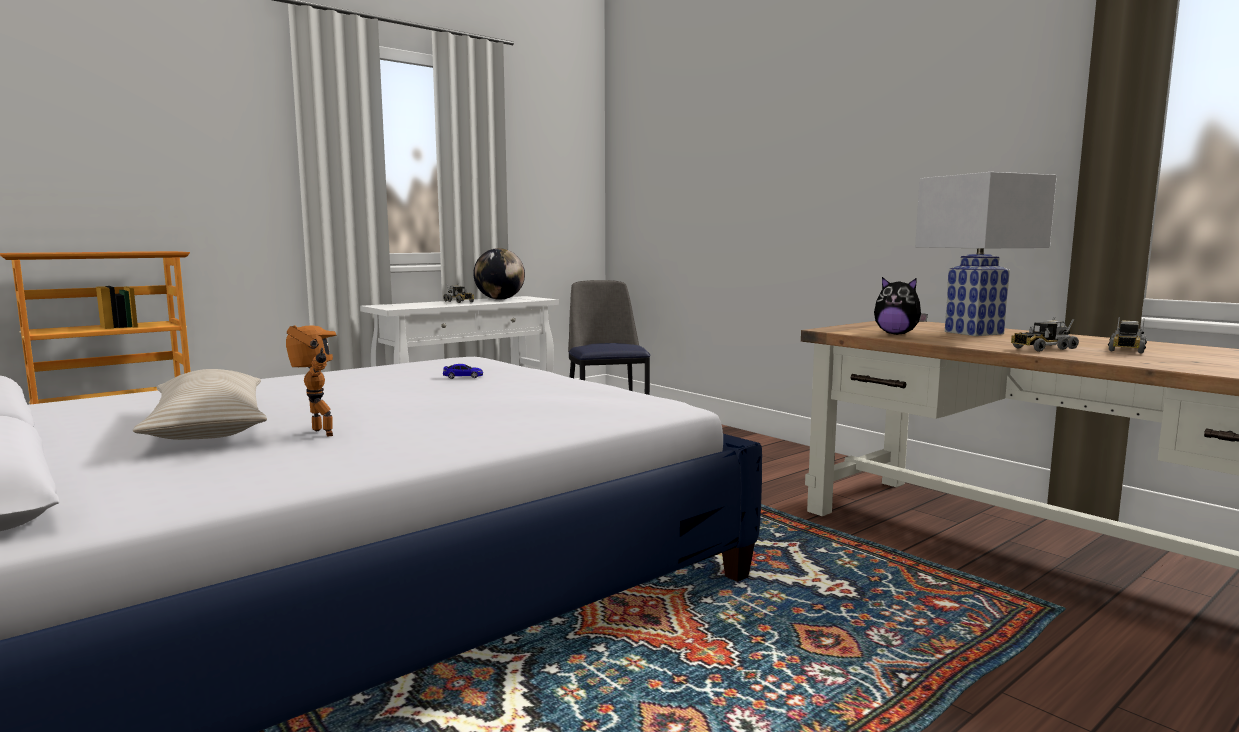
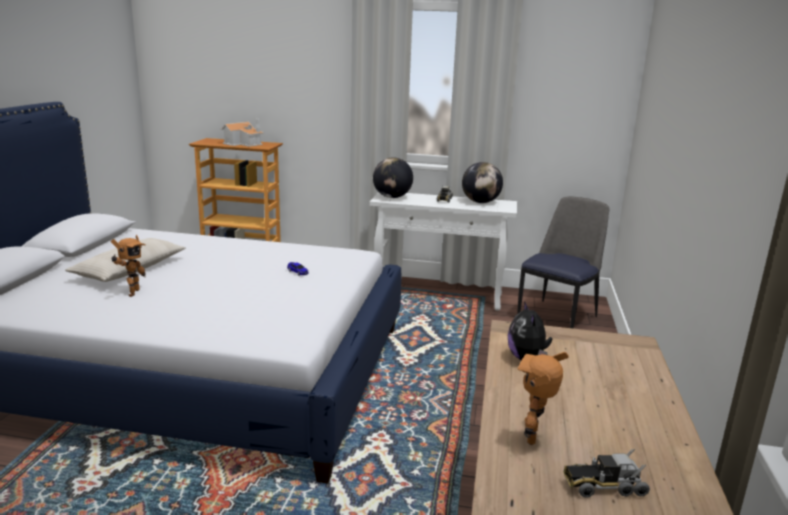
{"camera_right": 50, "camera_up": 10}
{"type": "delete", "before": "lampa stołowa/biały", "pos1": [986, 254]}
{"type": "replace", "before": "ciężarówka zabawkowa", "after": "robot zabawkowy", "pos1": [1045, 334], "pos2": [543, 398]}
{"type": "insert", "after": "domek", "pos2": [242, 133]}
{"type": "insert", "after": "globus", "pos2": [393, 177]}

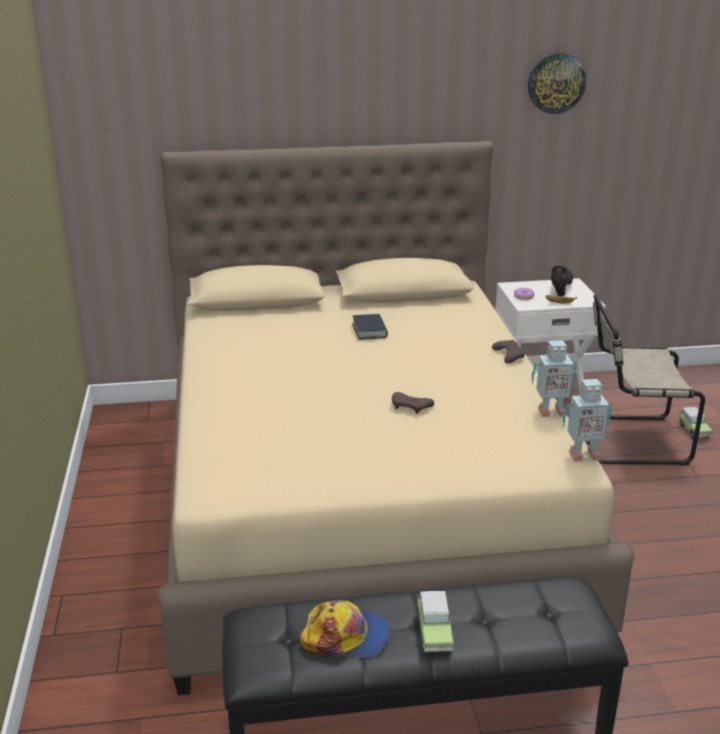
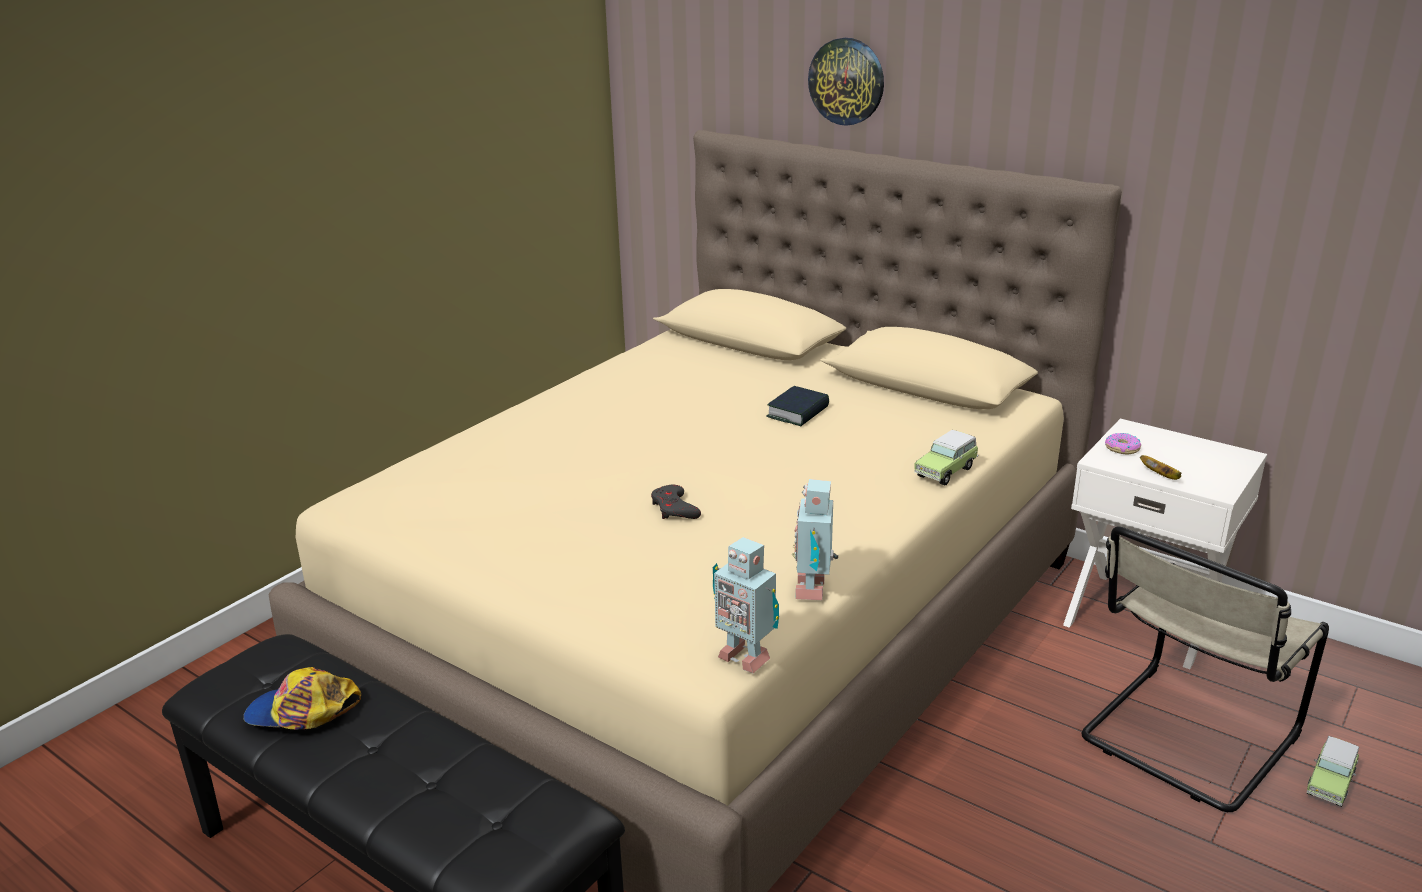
{"camera_right": 45, "camera_up": 0}
{"type": "move", "before": "zegar ścienny", "pos1": [557, 83], "pos2": [846, 82]}
{"type": "delete", "before": "but/czarny", "pos1": [562, 281]}
{"type": "rotate", "before": "krzesło/beżowy", "pos1": [646, 380], "pos2": [1205, 669], "turn": -90}
{"type": "delete", "before": "pad do gier/szary", "pos1": [508, 351]}
{"type": "rotate", "before": "robot zabawkowy", "pos1": [554, 378], "pos2": [815, 539], "turn": 60}
{"type": "move", "before": "samochodzik", "pos1": [435, 621], "pos2": [946, 458]}
{"type": "rotate", "before": "czapka z daszkiem", "pos1": [344, 629], "pos2": [302, 698], "turn": 135}

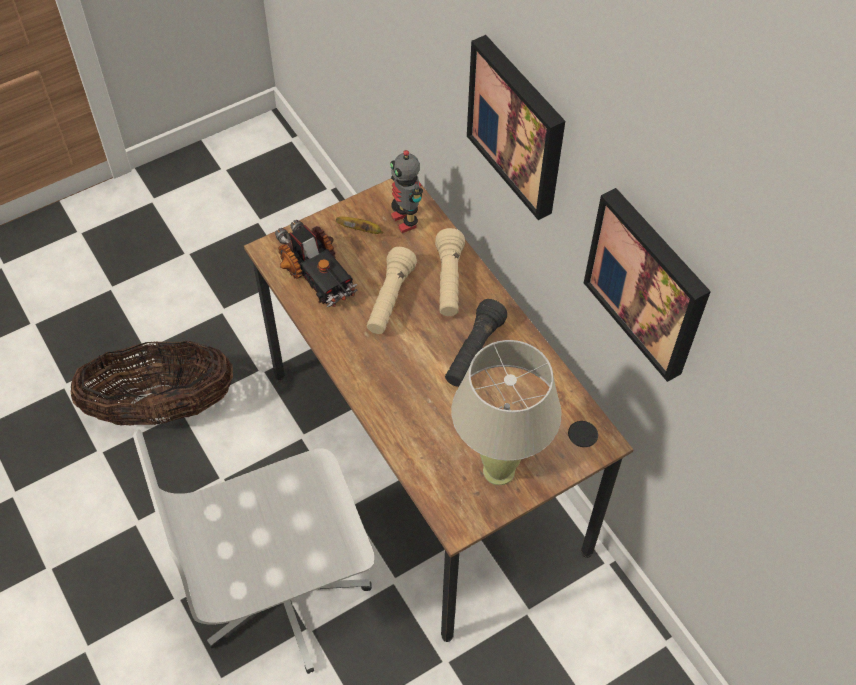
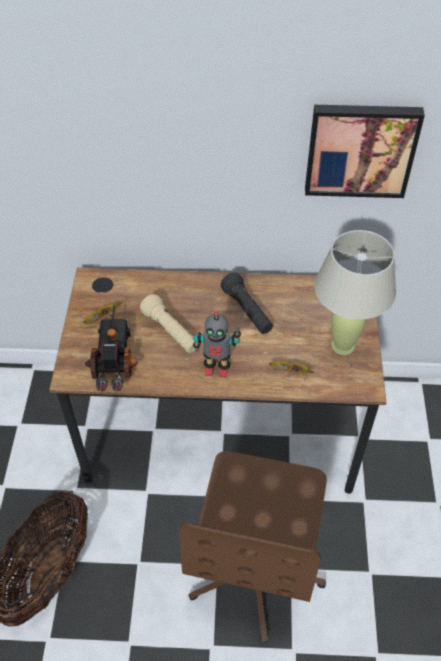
{"camera_right": -55, "camera_up": -5}
{"type": "delete", "before": "obraz", "pos1": [516, 127]}
{"type": "move", "before": "robot zabawkowy", "pos1": [406, 191], "pos2": [217, 345]}
{"type": "rotate", "before": "ciężarówka zabawkowa", "pos1": [316, 263], "pos2": [111, 348], "turn": -90}
{"type": "delete", "before": "latarka/beżowy", "pos1": [450, 272]}
{"type": "recolor", "before": "krzesło biurowe/biały", "after": "krzesło biurowe/brązowy", "pos1": [253, 551], "pos2": [253, 547]}
{"type": "insert", "after": "banan", "pos2": [292, 367]}

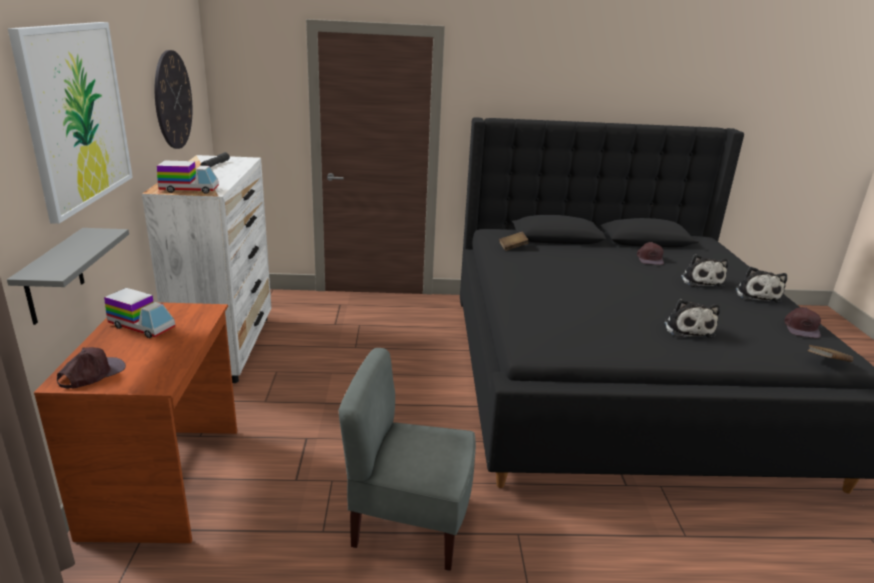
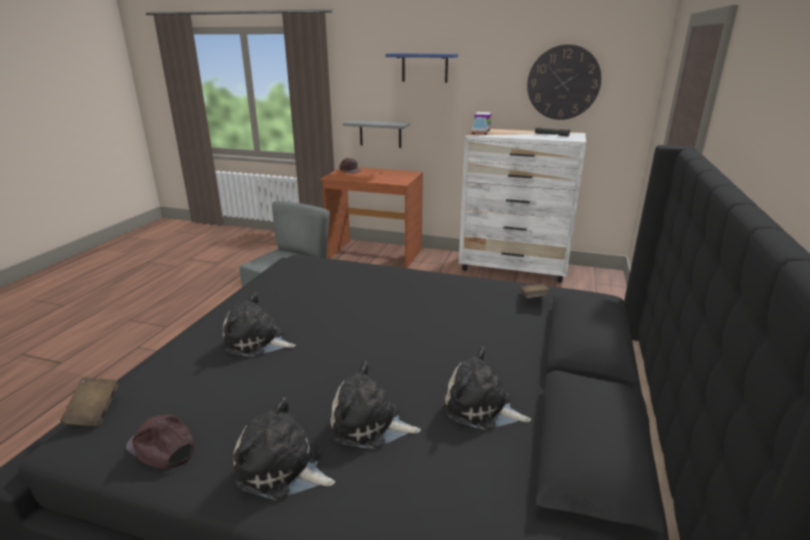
{"camera_right": 110, "camera_up": 0}
{"type": "replace", "before": "obraz", "after": "półka/niebieski", "pos1": [70, 123], "pos2": [422, 68]}
{"type": "replace", "before": "czapka z daszkiem/brązowy", "after": "pluszak", "pos1": [650, 253], "pos2": [486, 388]}
{"type": "delete", "before": "ciężarówka zabawkowa", "pos1": [140, 313]}

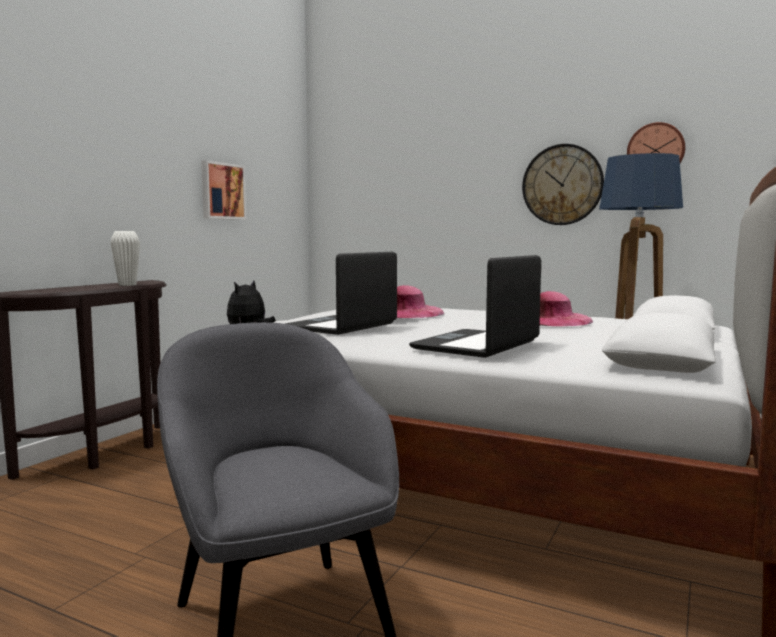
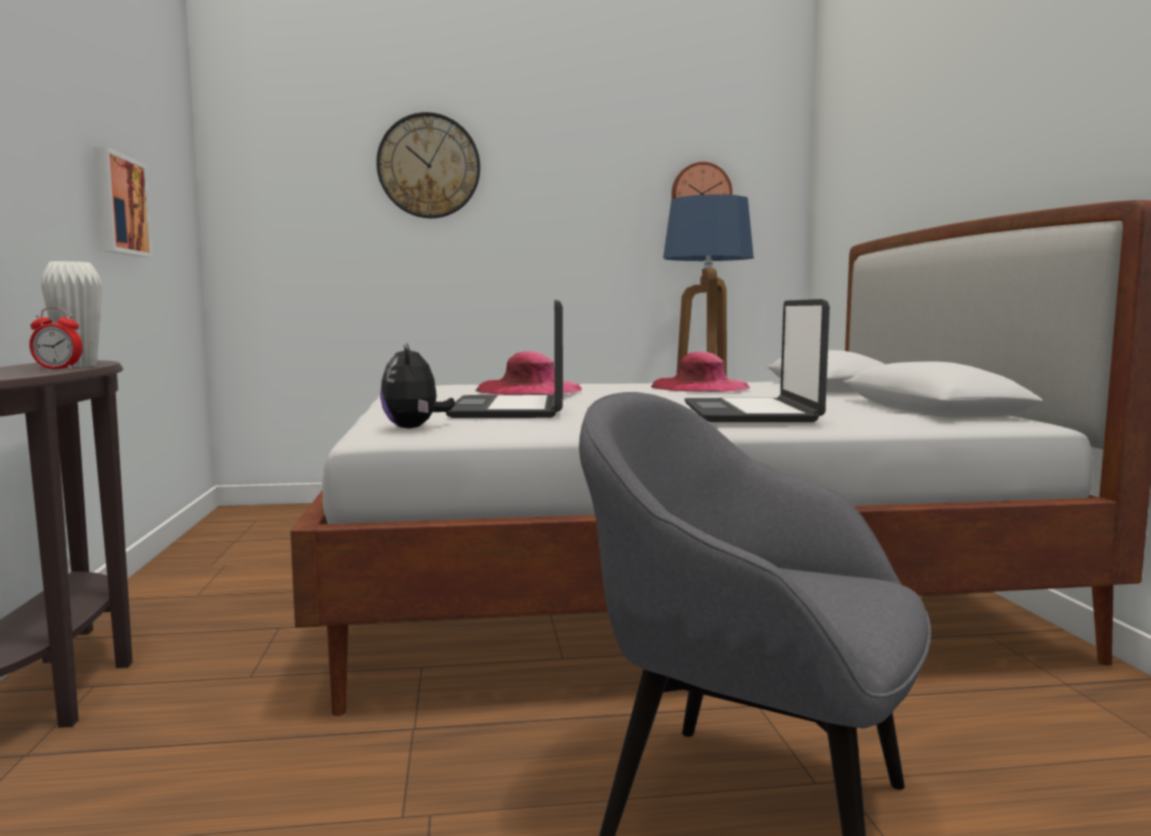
{"camera_right": -35, "camera_up": 0}
{"type": "move", "before": "zegar ścienny", "pos1": [563, 184], "pos2": [428, 165]}
{"type": "insert", "after": "budzik", "pos2": [56, 338]}

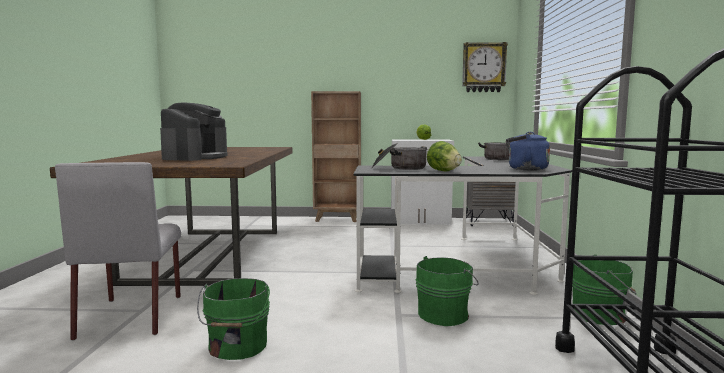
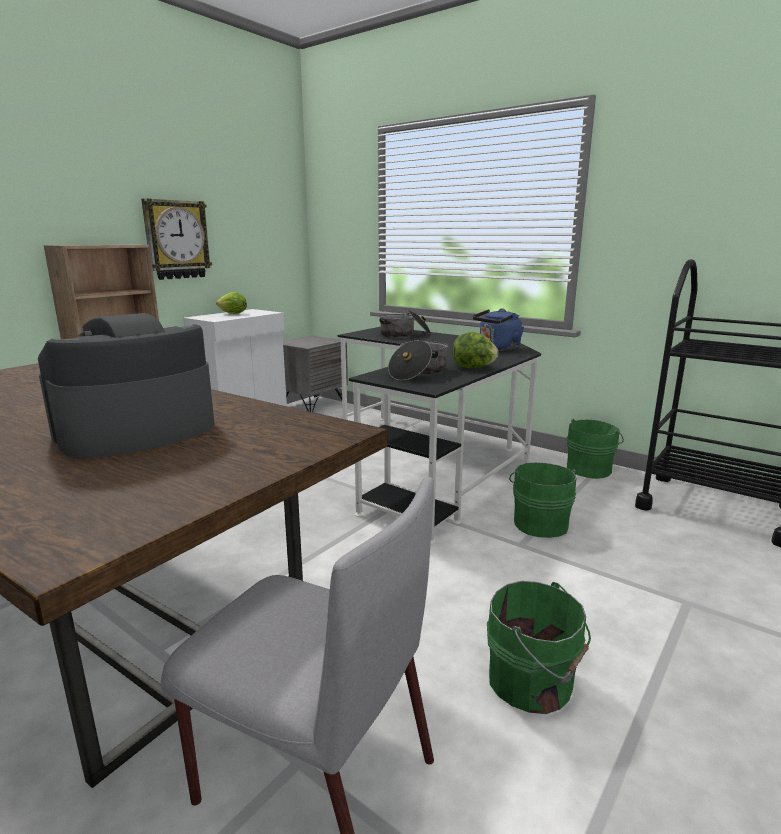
{"camera_right": -55, "camera_up": 10}
{"type": "move", "before": "zegar ścienny", "pos1": [485, 67], "pos2": [176, 239]}
{"type": "rotate", "before": "ekspres do kawy", "pos1": [194, 131], "pos2": [126, 385], "turn": -90}

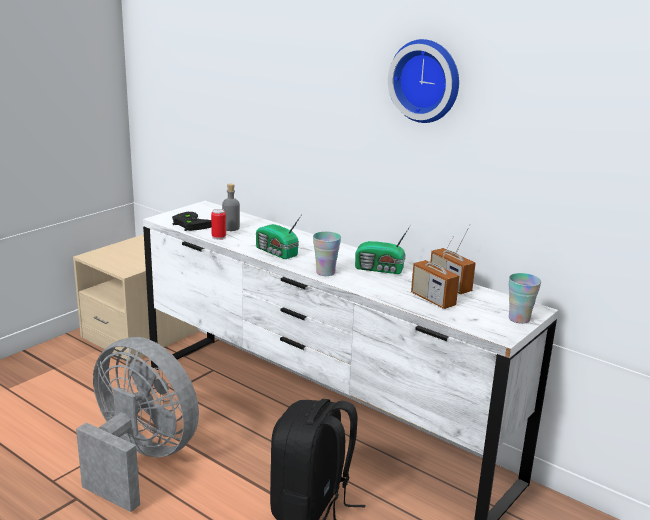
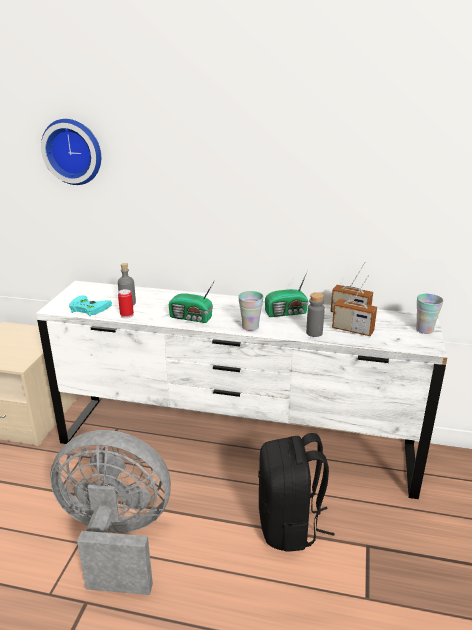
{"camera_right": -25, "camera_up": 5}
{"type": "move", "before": "zegar ścienny", "pos1": [423, 81], "pos2": [71, 152]}
{"type": "recolor", "before": "pad do gier/czarny", "after": "pad do gier/turkusowy", "pos1": [191, 221], "pos2": [90, 305]}
{"type": "insert", "after": "butelka/szary", "pos2": [315, 314]}

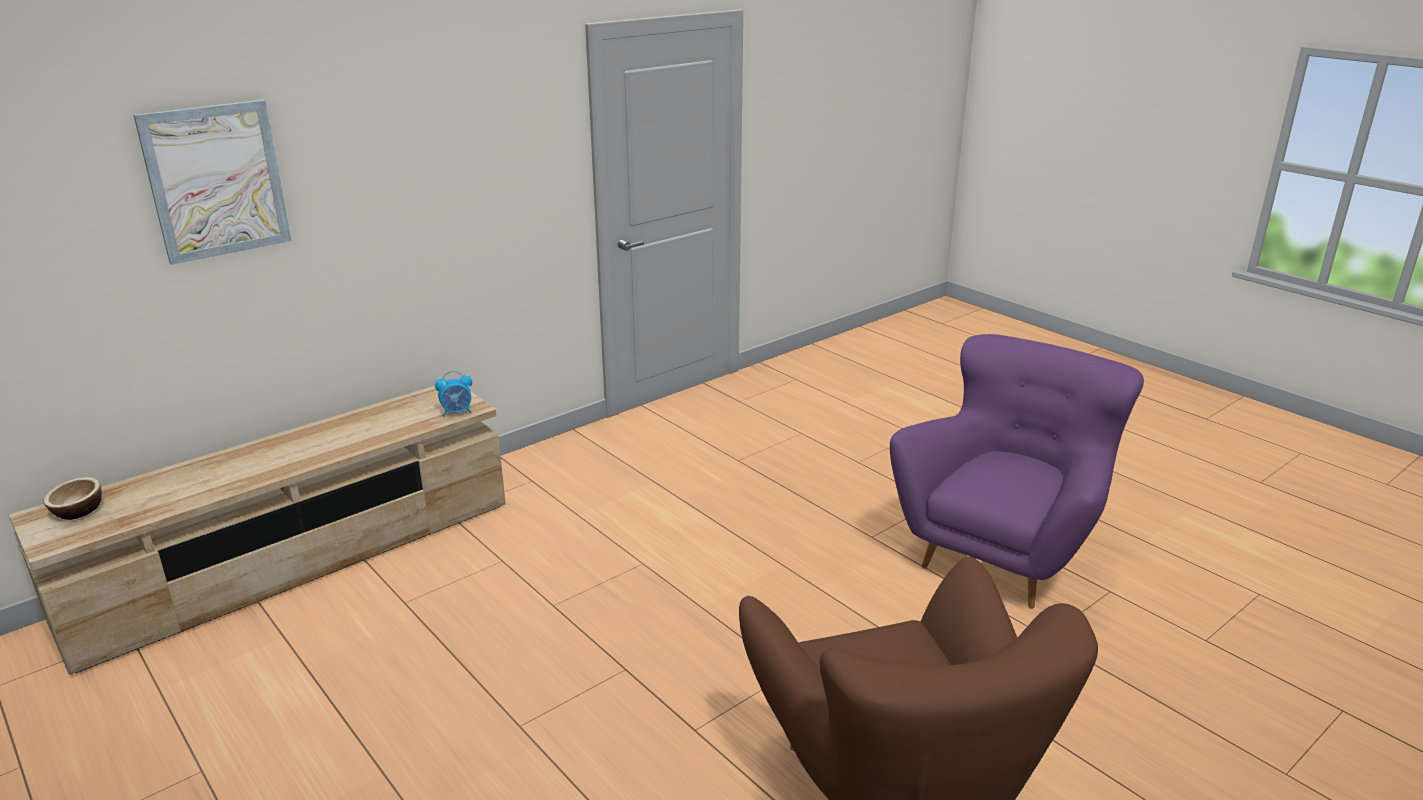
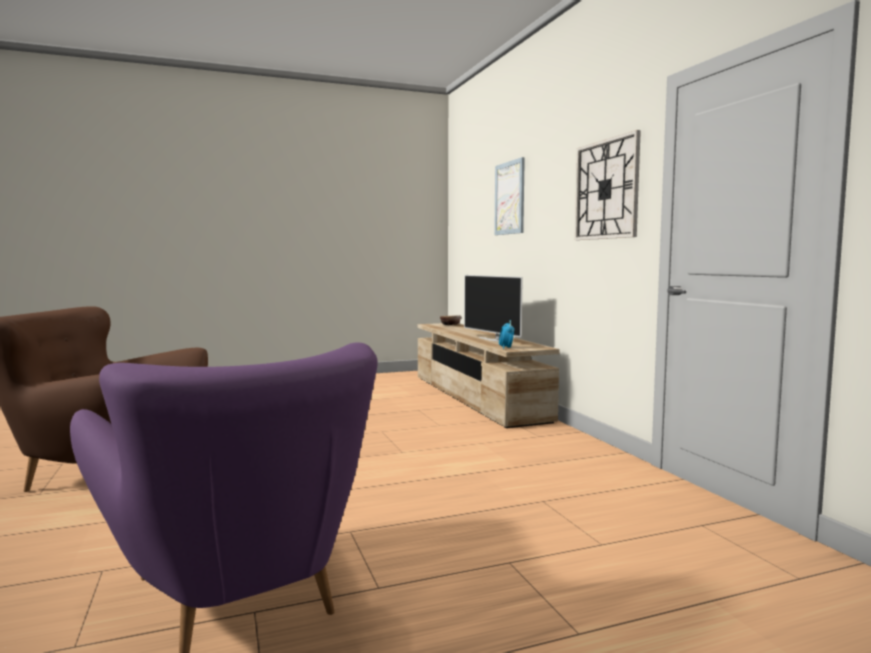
{"camera_right": 110, "camera_up": -20}
{"type": "insert", "after": "zegar ścienny", "pos2": [607, 185]}
{"type": "insert", "after": "telewizor", "pos2": [493, 308]}

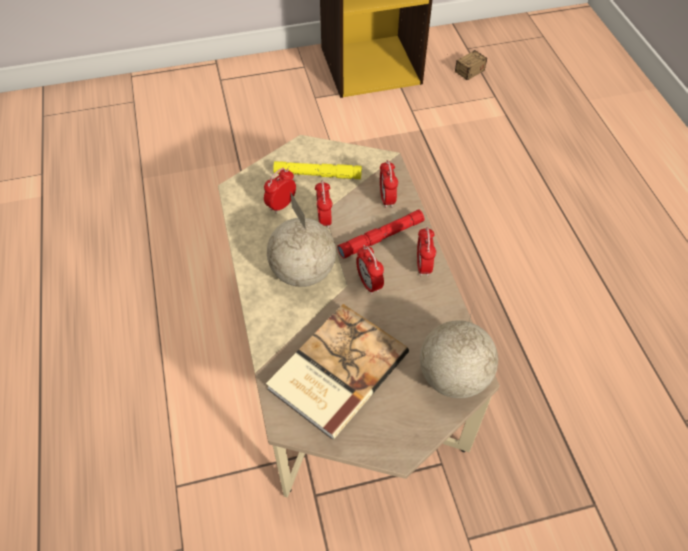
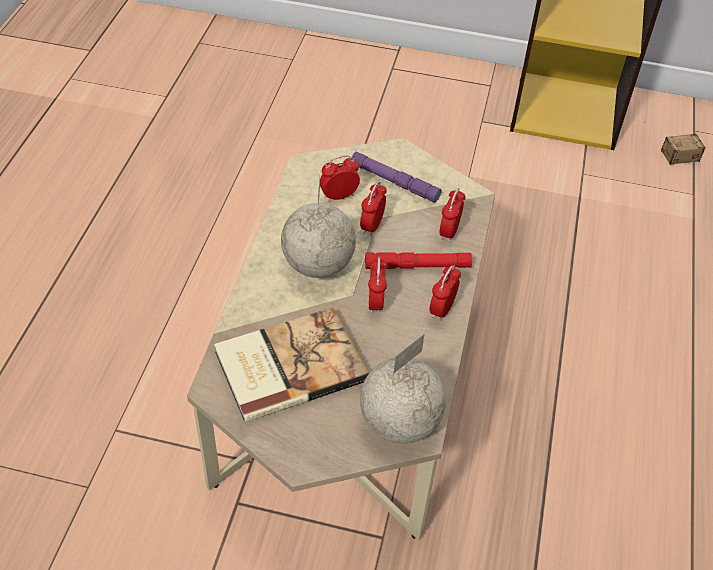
{"camera_right": 25, "camera_up": -5}
{"type": "recolor", "before": "latarka/żółty", "after": "latarka/fioletowy", "pos1": [317, 170], "pos2": [396, 177]}

